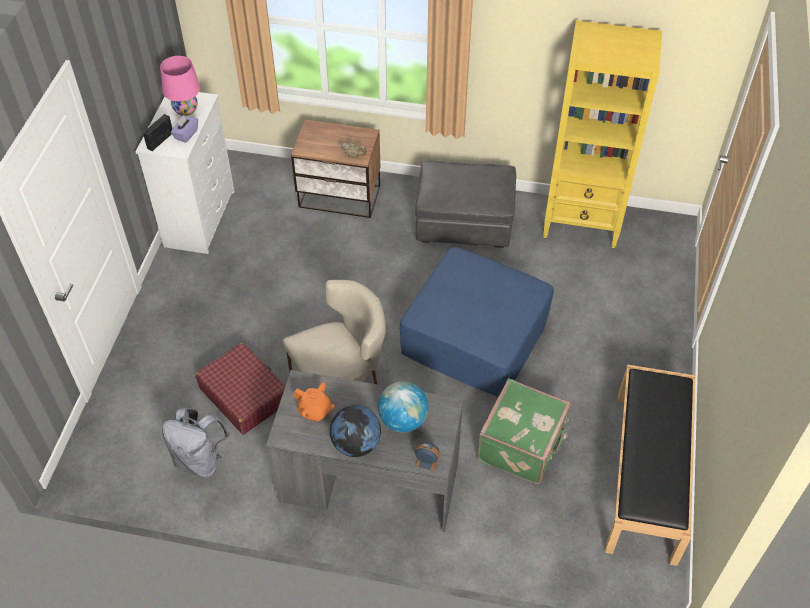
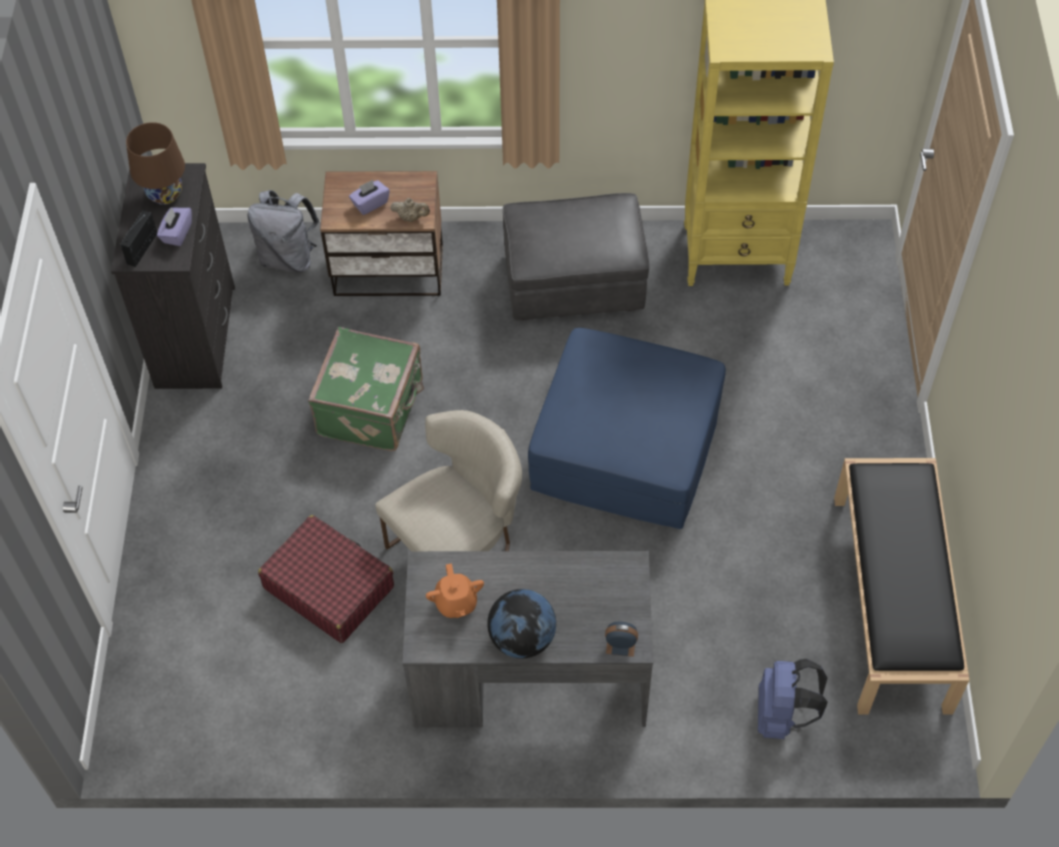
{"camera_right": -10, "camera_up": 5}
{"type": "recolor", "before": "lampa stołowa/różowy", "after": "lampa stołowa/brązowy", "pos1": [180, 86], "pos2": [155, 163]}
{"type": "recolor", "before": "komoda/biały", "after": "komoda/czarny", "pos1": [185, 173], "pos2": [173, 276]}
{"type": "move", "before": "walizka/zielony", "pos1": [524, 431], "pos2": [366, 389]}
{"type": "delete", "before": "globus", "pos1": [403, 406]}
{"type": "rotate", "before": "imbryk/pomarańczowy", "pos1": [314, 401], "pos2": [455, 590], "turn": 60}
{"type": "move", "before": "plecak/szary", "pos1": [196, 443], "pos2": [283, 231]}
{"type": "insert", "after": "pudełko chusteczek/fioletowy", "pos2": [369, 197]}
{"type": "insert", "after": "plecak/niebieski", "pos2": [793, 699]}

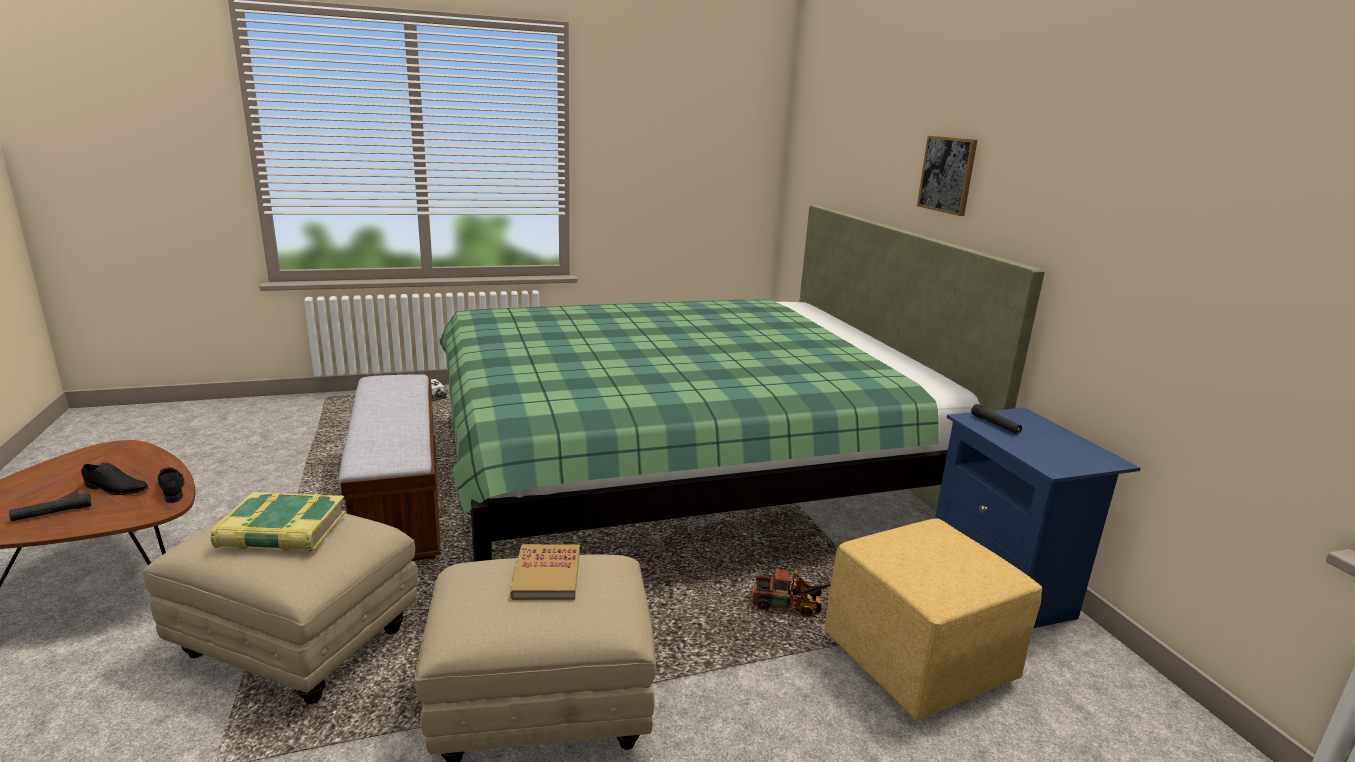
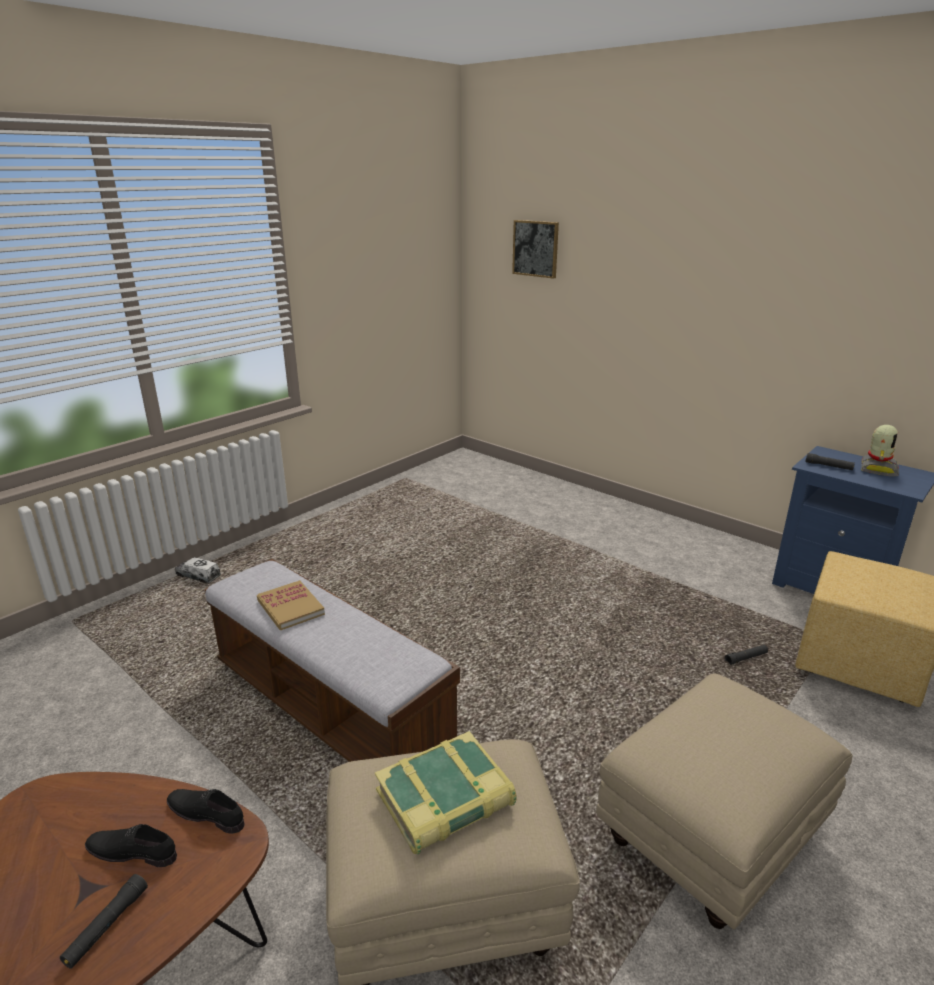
{"camera_right": -30, "camera_up": 5}
{"type": "move", "before": "obraz", "pos1": [947, 176], "pos2": [535, 249]}
{"type": "delete", "before": "łóżko/zielony", "pos1": [742, 383]}
{"type": "rotate", "before": "but/czarny", "pos1": [115, 479], "pos2": [131, 845], "turn": -150}
{"type": "move", "before": "książka", "pos1": [545, 572], "pos2": [291, 605]}
{"type": "replace", "before": "ciężarówka zabawkowa", "after": "latarka/czarny", "pos1": [791, 591], "pos2": [746, 655]}
{"type": "insert", "after": "robot zabawkowy", "pos2": [880, 450]}

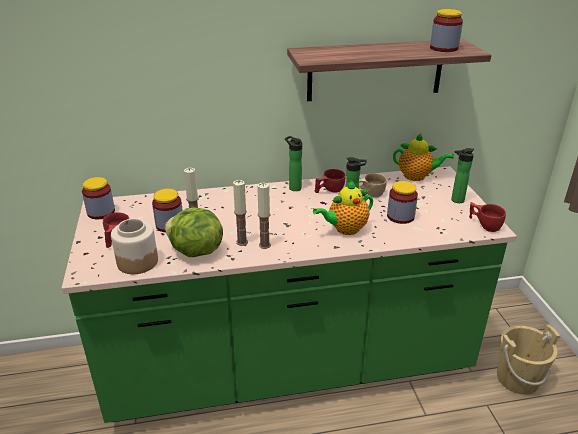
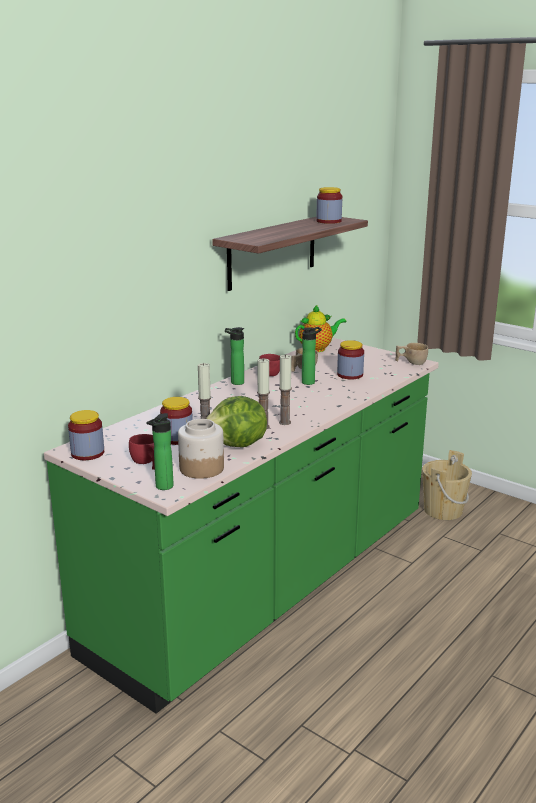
{"camera_right": -40, "camera_up": -10}
{"type": "move", "before": "butelka", "pos1": [462, 175], "pos2": [160, 451]}
{"type": "delete", "before": "imbryk", "pos1": [343, 208]}
{"type": "recolor", "before": "filiżanka/czerwony", "after": "filiżanka/beżowy", "pos1": [487, 217], "pos2": [411, 354]}

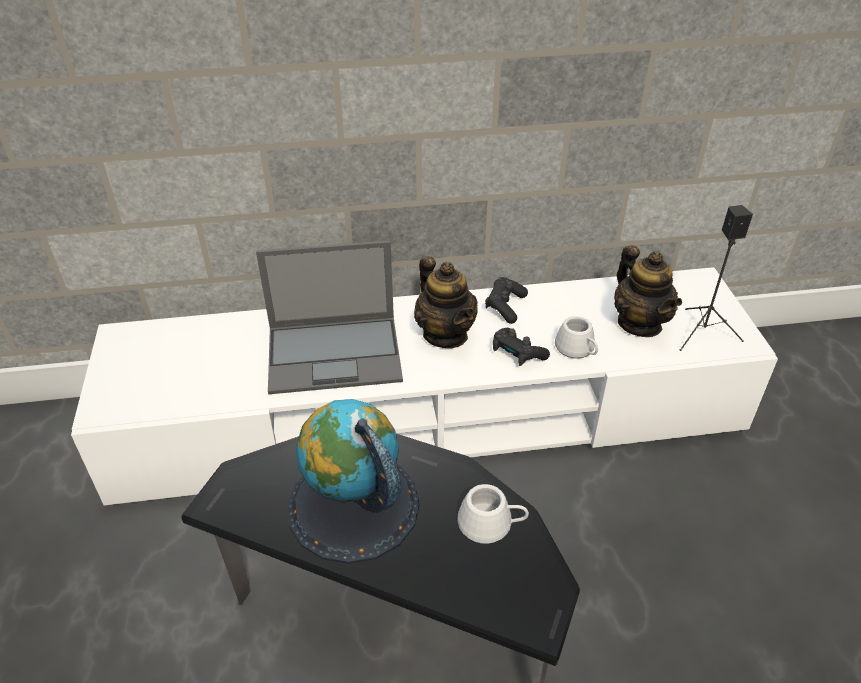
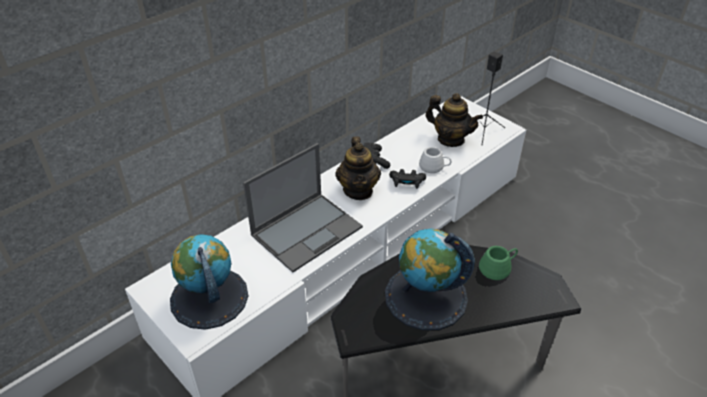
{"camera_right": -35, "camera_up": 0}
{"type": "rotate", "before": "imbryk", "pos1": [446, 302], "pos2": [358, 168], "turn": 60}
{"type": "recolor", "before": "kubek/biały", "after": "kubek/zielony", "pos1": [493, 514], "pos2": [498, 263]}
{"type": "insert", "after": "globus", "pos2": [209, 282]}

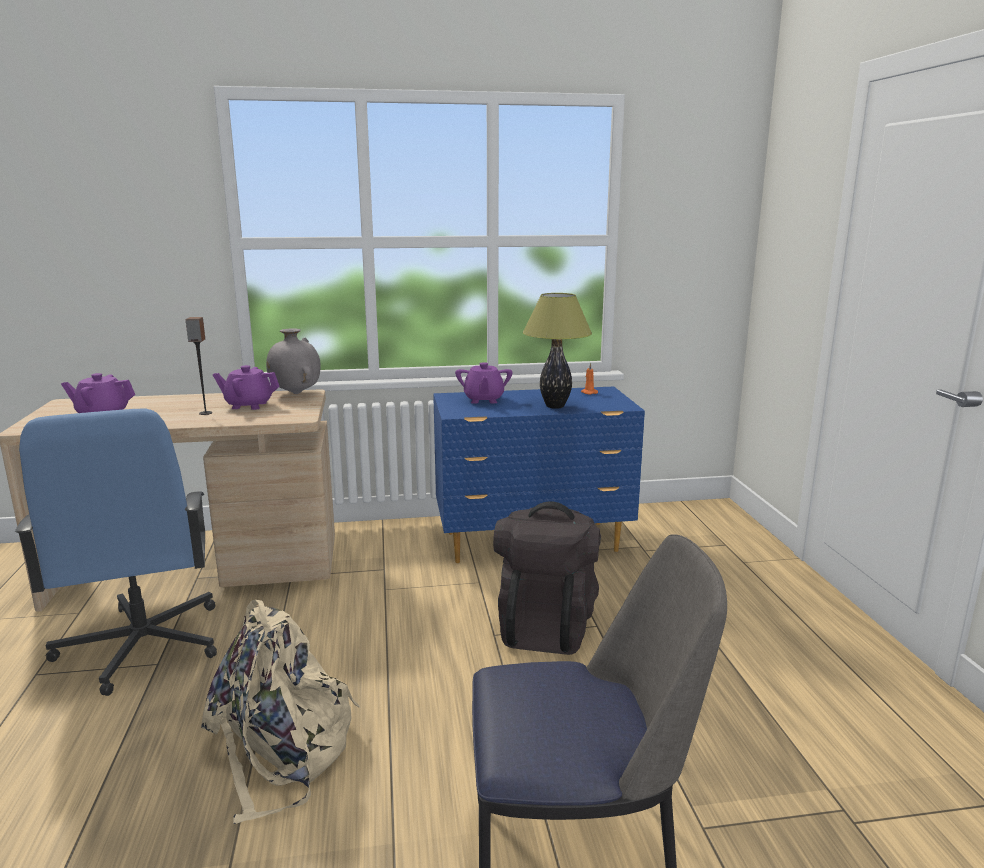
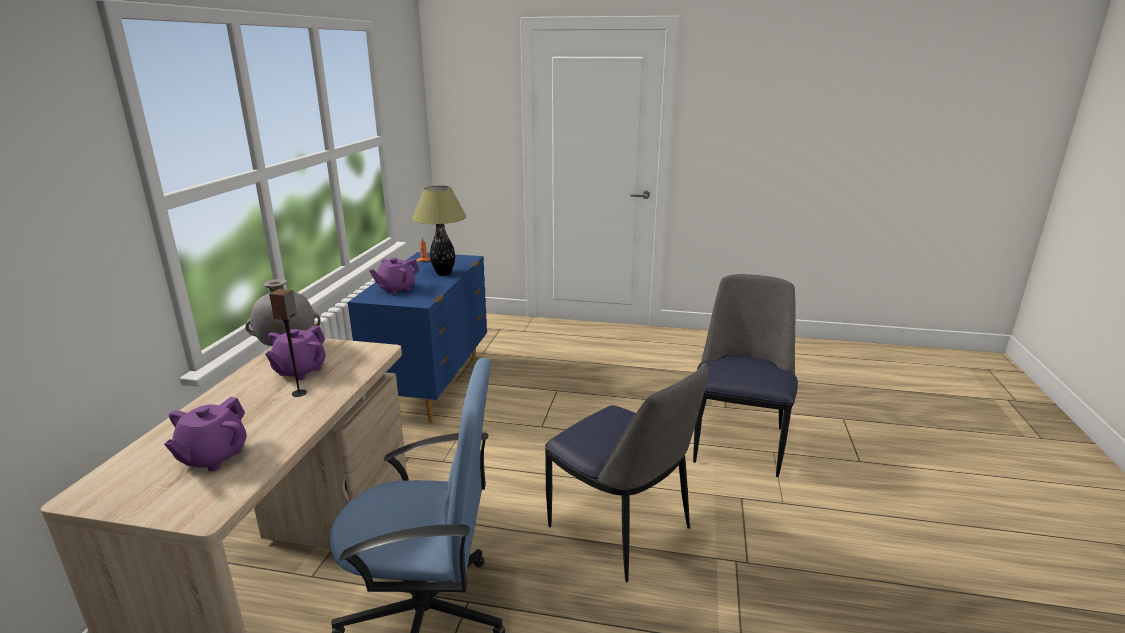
{"camera_right": -70, "camera_up": 5}
{"type": "rotate", "before": "imbryk/fioletowy", "pos1": [483, 383], "pos2": [394, 276], "turn": 120}
{"type": "delete", "before": "plecak/czarny", "pos1": [547, 578]}
{"type": "replace", "before": "plecak/beżowy", "after": "krzesło", "pos1": [280, 712], "pos2": [627, 472]}

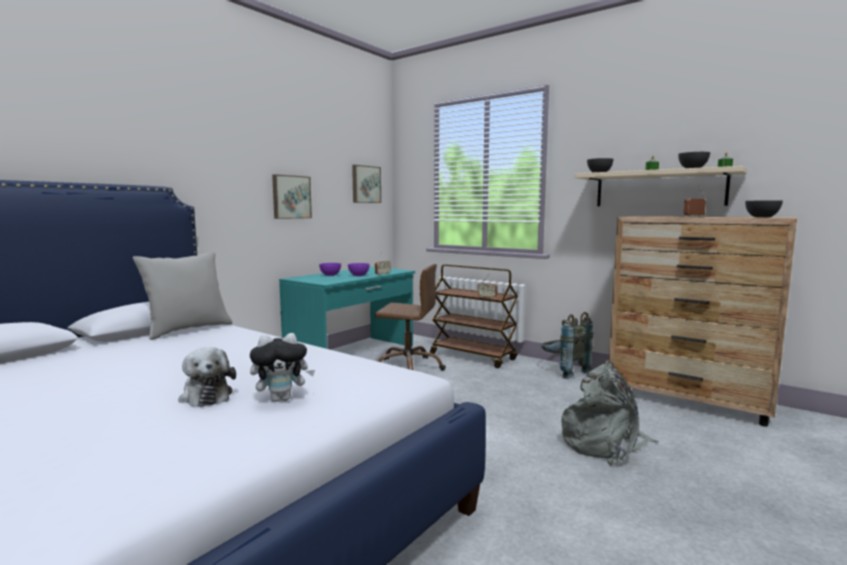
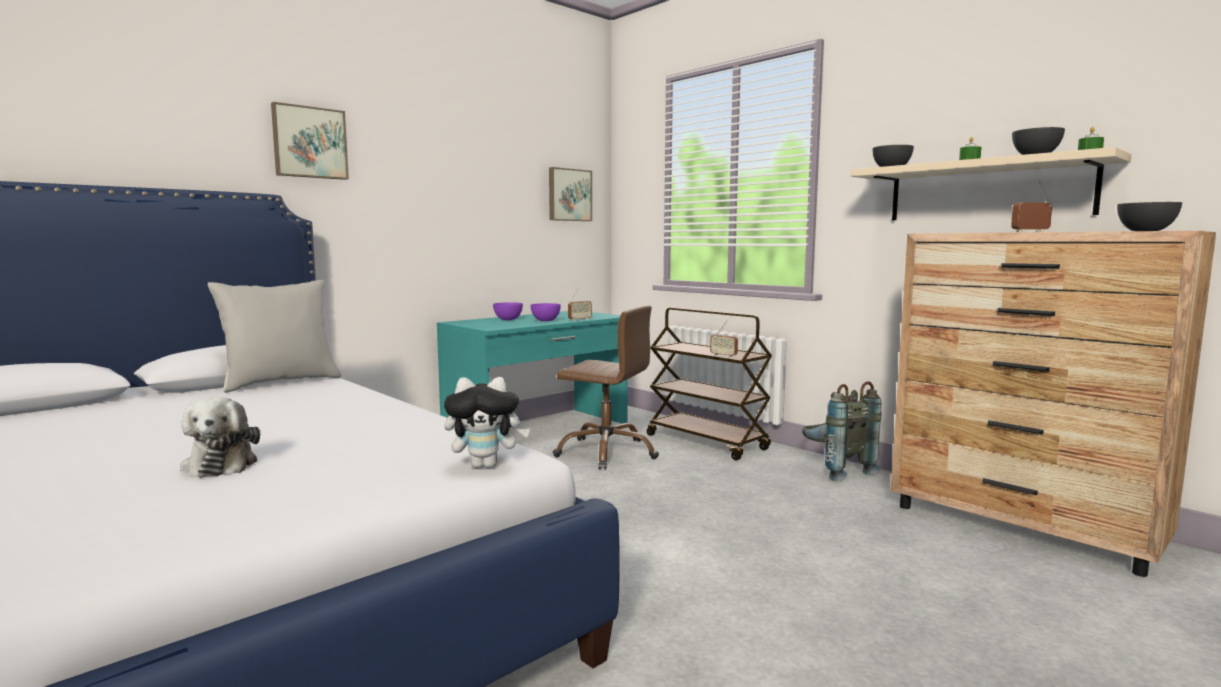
{"camera_right": 10, "camera_up": 0}
{"type": "move", "before": "obraz", "pos1": [292, 196], "pos2": [310, 141]}
{"type": "move", "before": "pluszak", "pos1": [282, 367], "pos2": [487, 422]}
{"type": "delete", "before": "plecak/szary", "pos1": [610, 412]}

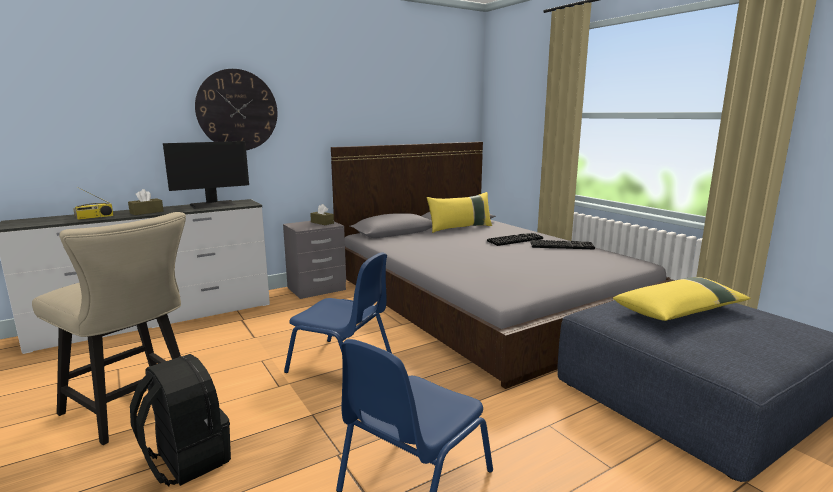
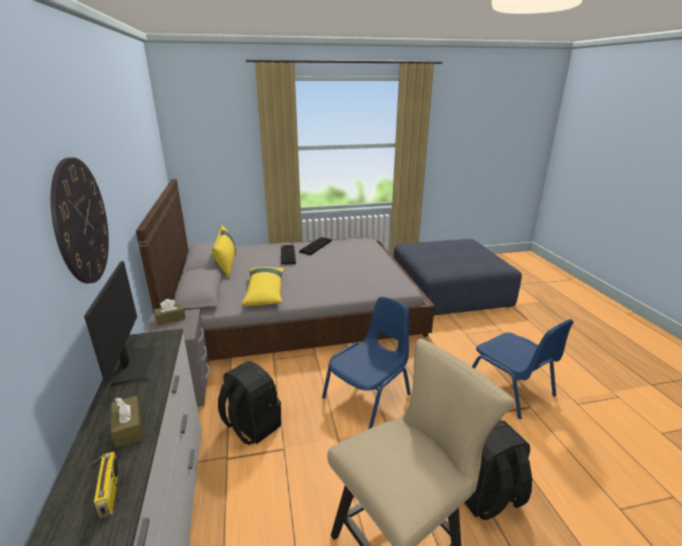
{"camera_right": -70, "camera_up": 10}
{"type": "move", "before": "poduszka/żółty", "pos1": [682, 299], "pos2": [262, 286]}
{"type": "insert", "after": "plecak/czarny", "pos2": [249, 403]}

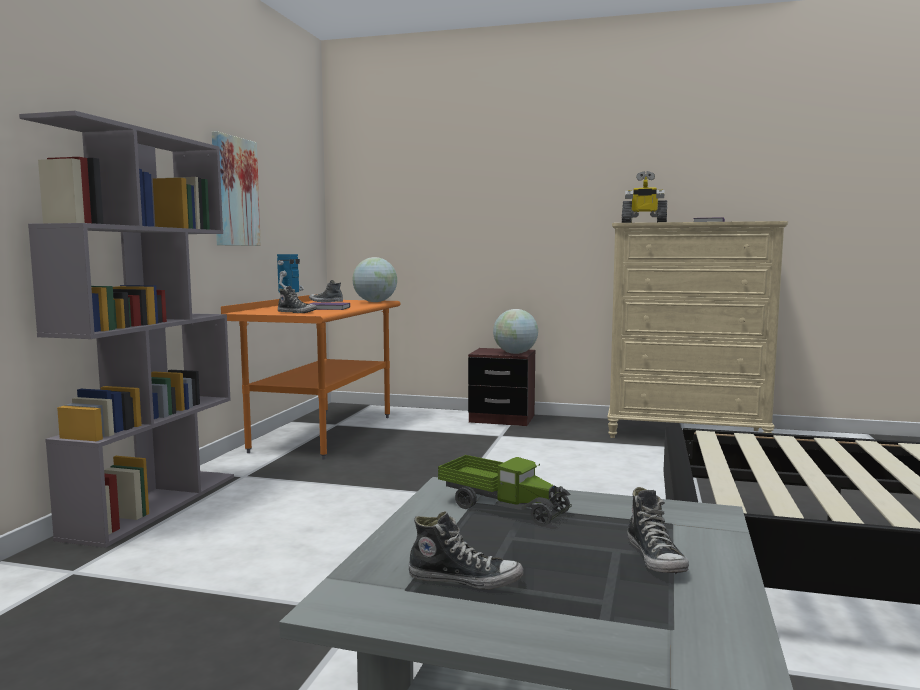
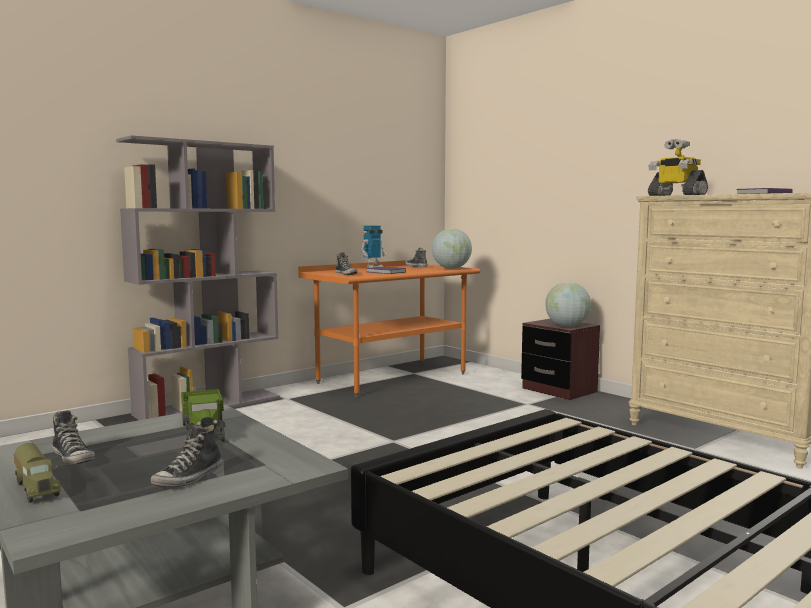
{"camera_right": 35, "camera_up": 0}
{"type": "delete", "before": "obraz", "pos1": [236, 188]}
{"type": "insert", "after": "ciężarówka zabawkowa", "pos2": [38, 473]}

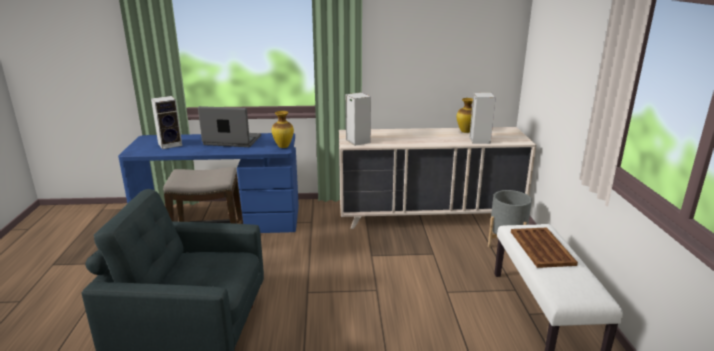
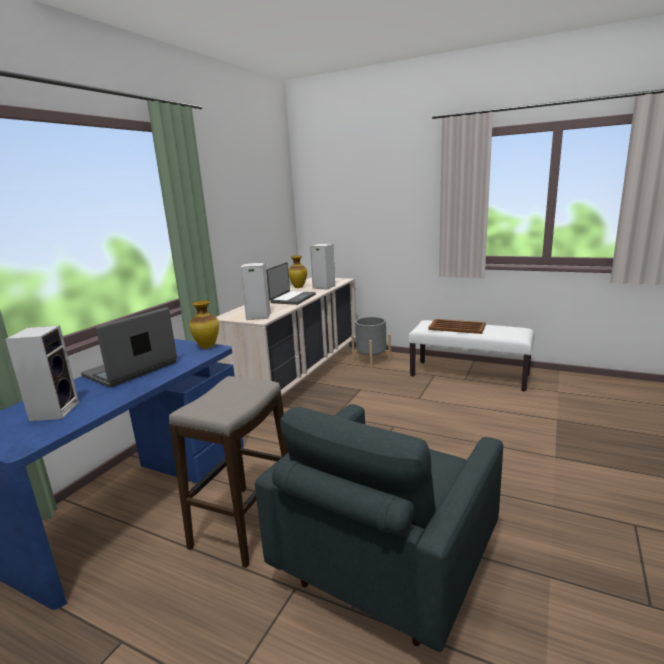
{"camera_right": -60, "camera_up": -5}
{"type": "insert", "after": "laptop", "pos2": [291, 283]}

